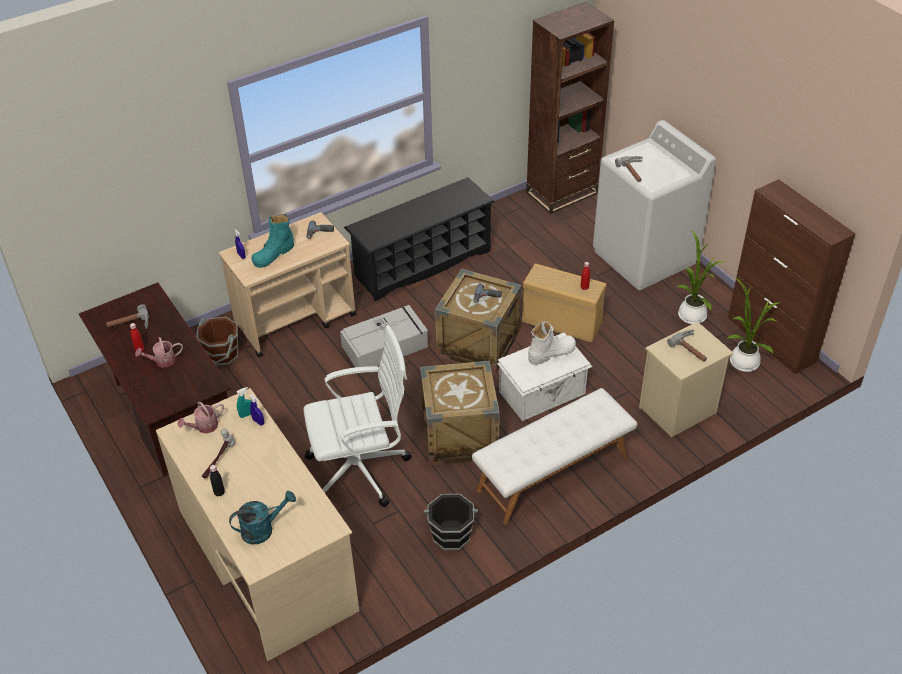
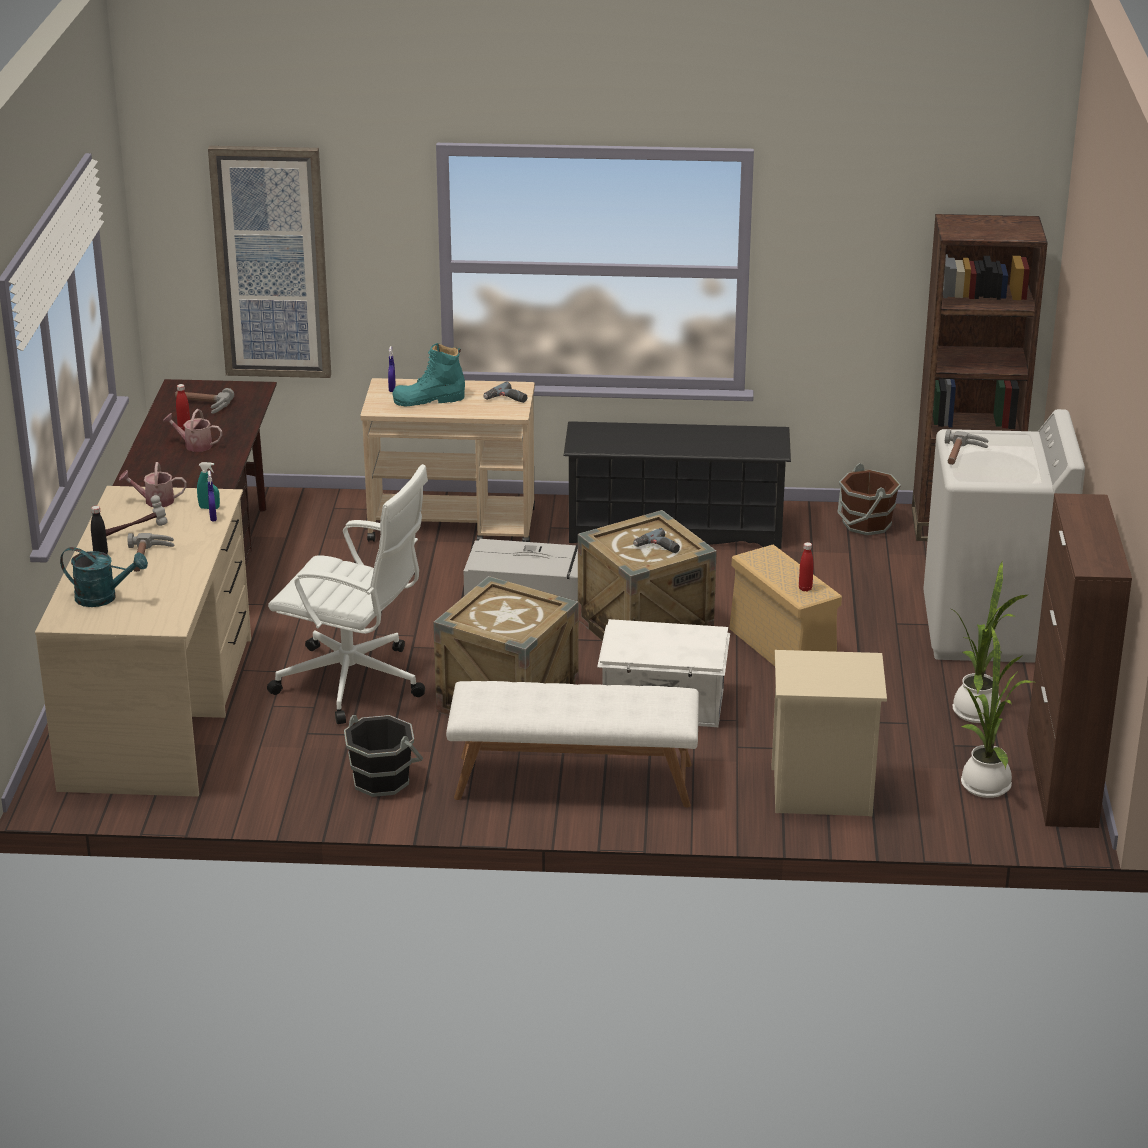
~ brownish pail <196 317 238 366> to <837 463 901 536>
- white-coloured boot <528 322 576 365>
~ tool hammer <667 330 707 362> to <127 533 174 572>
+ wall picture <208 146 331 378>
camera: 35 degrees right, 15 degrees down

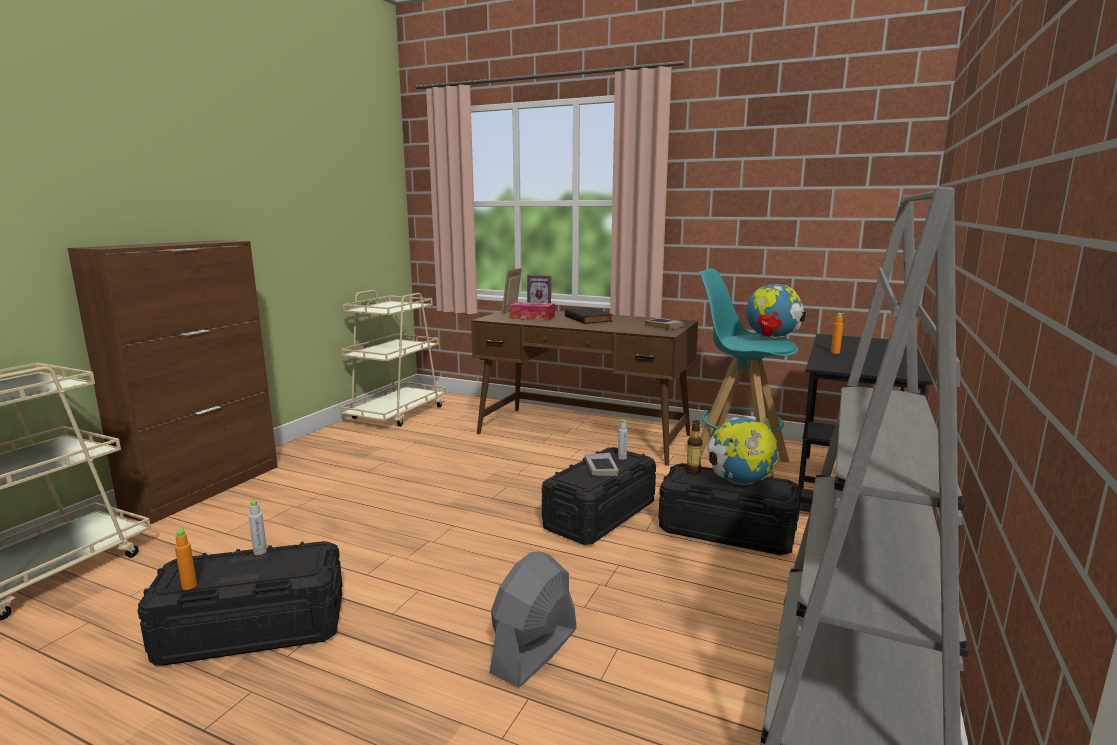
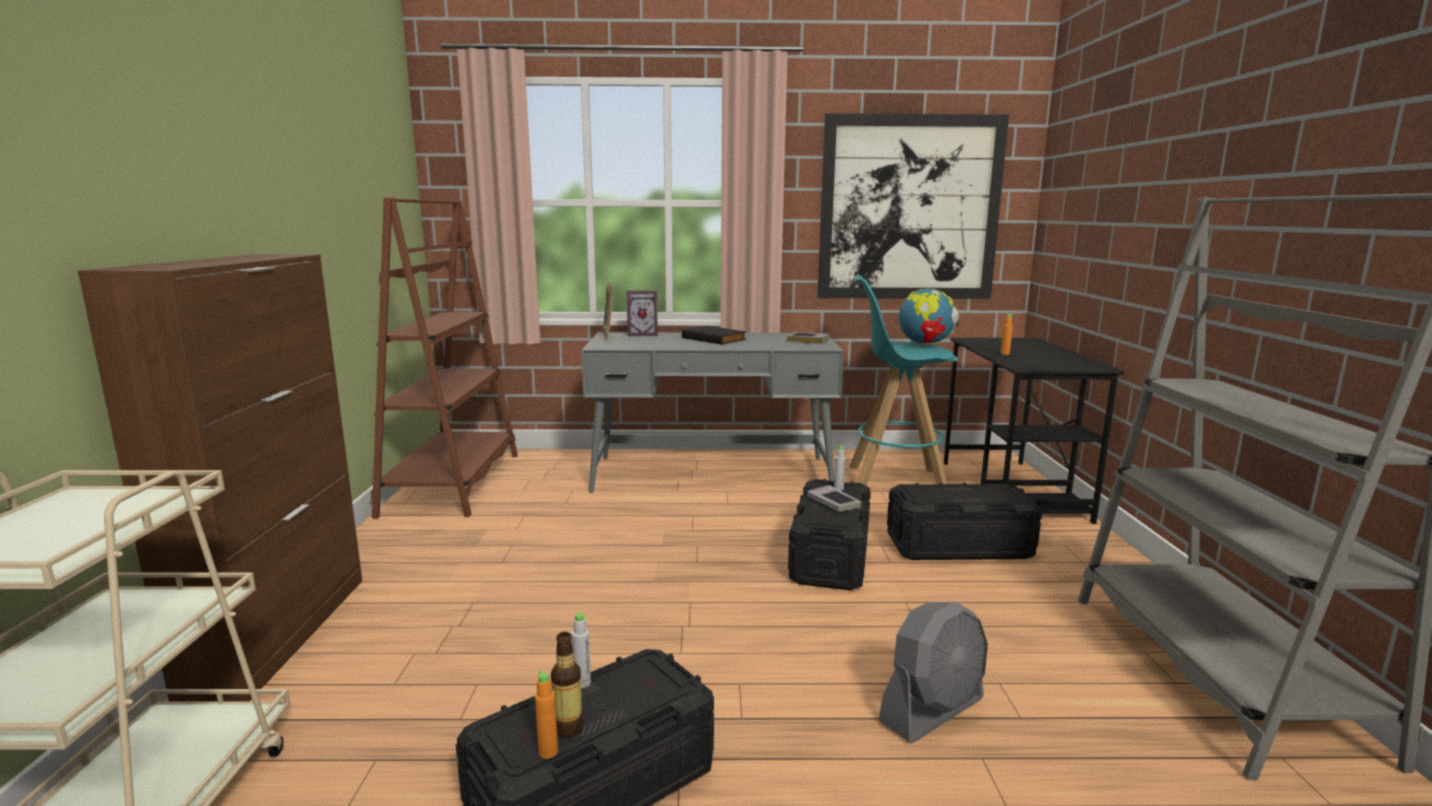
~ beige-coloured trolley <340 290 446 427> to brownish shelving unit <371 197 518 519>
- box of tissues <510 302 555 321>
~ brownish desk unit <471 311 698 466> to gray desk unit <581 332 844 493>
- globe <708 417 779 485>
~ bottle <686 420 703 474> to <551 632 584 737>
~ gray fan <489 551 577 687> = <878 602 988 744> 135 degrees counterclockwise
+ wall picture <818 113 1009 299>
camera: 25 degrees left, 0 degrees up

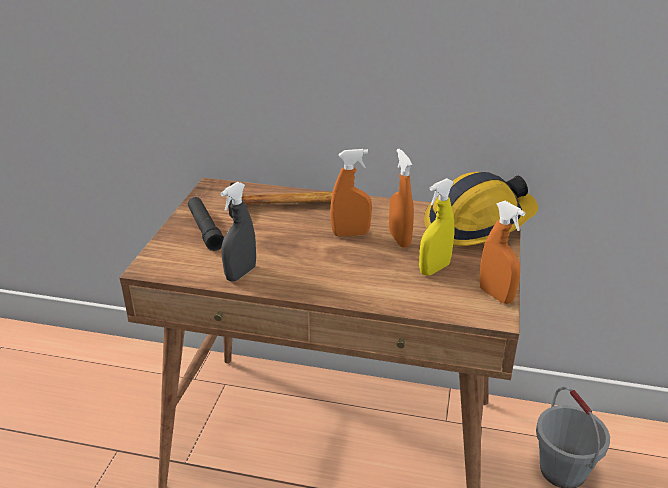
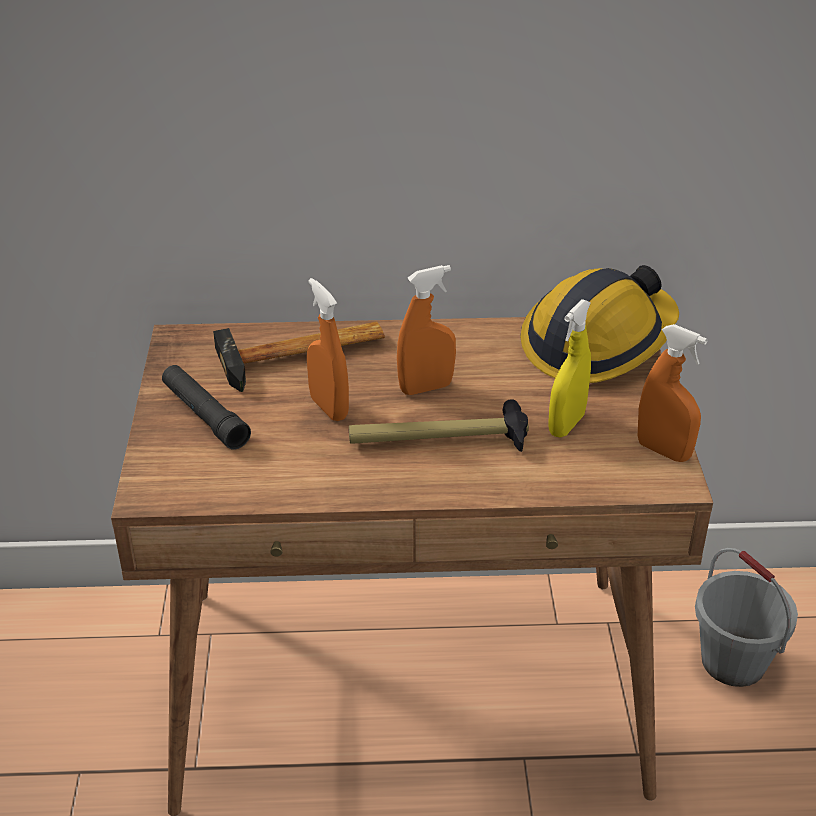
~ orange spray bottle <389 149 414 248> to <307 278 349 421>
- gray spray bottle <220 182 256 282>
+ tool hammer <349 399 529 452>
camera: 15 degrees left, 5 degrees up

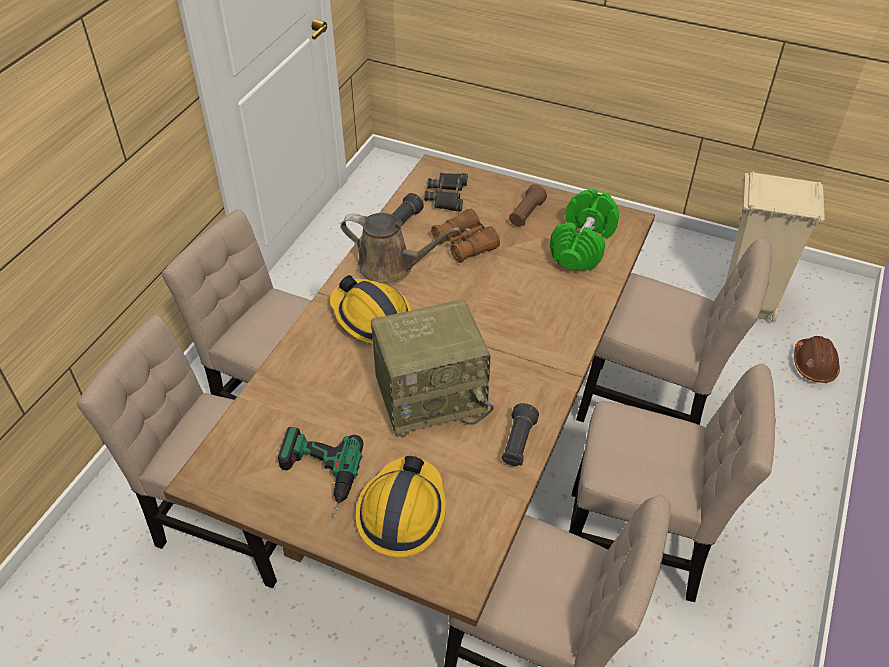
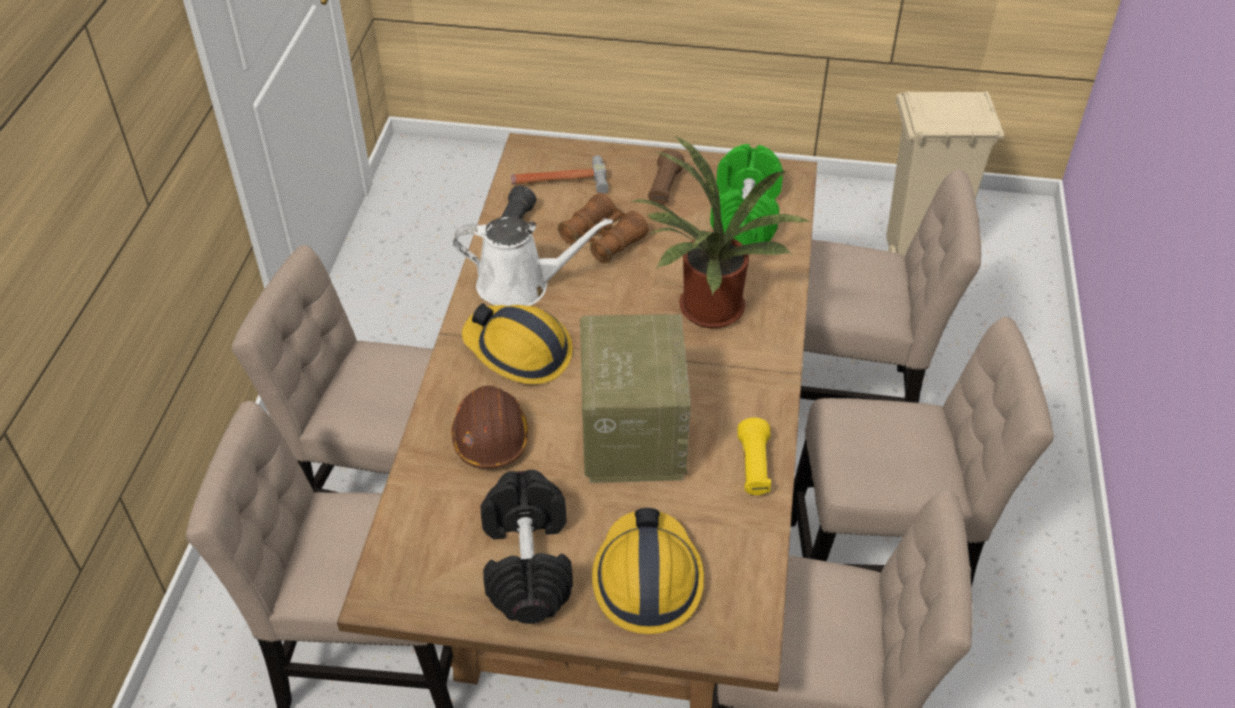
~ blackish binoculars <424 173 468 212> to tool hammer <511 155 609 194>
~ brownish sprinkling can <341 213 460 285> to white-coloured sprinkling can <453 217 613 306>
~ radio <371 299 494 438> = <580 314 690 483> 60 degrees counterclockwise
~ brownish hard hat <794 336 840 383> to <451 386 528 469>
~ blackish flashlight <502 403 539 466> to yellow flashlight <737 417 771 495>
~ drill <278 427 364 518> to blackish hand weight <481 469 573 624>
+ houseplant <632 136 810 328>
camera: 15 degrees left, 0 degrees up

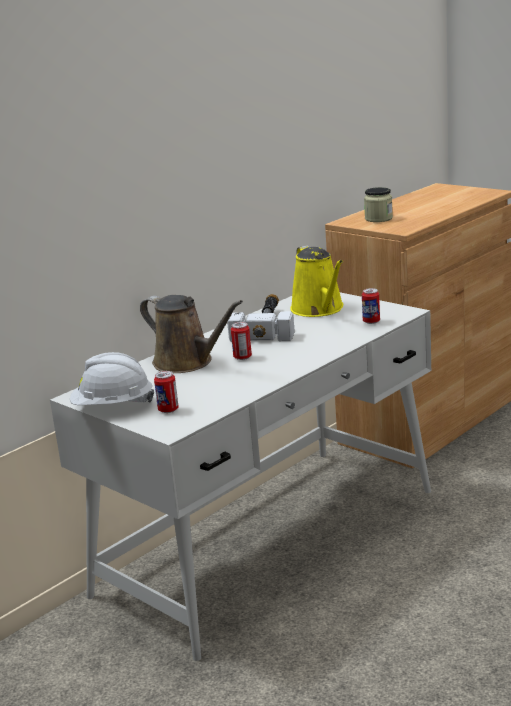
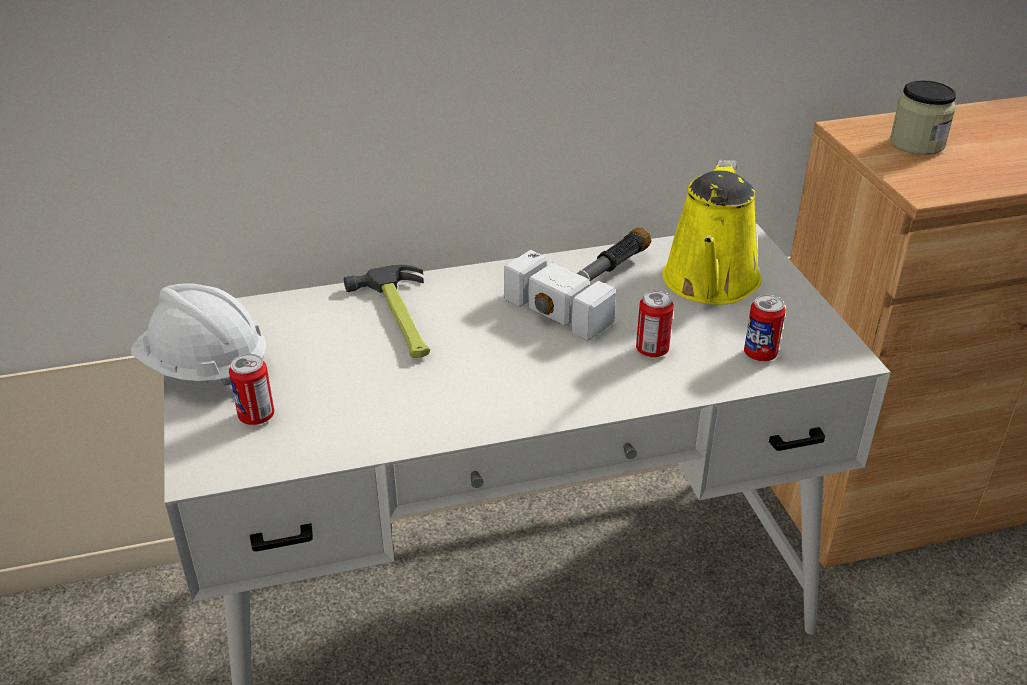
~ brownish sprinkling can <140 295 243 373> to tool hammer <344 265 430 358>
~ metal can <231 322 252 360> to <636 291 674 357>
camera: 30 degrees right, 15 degrees up

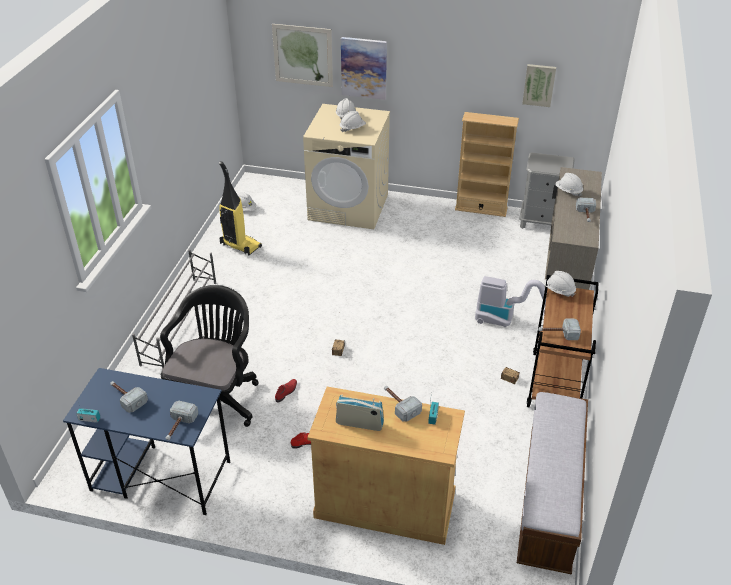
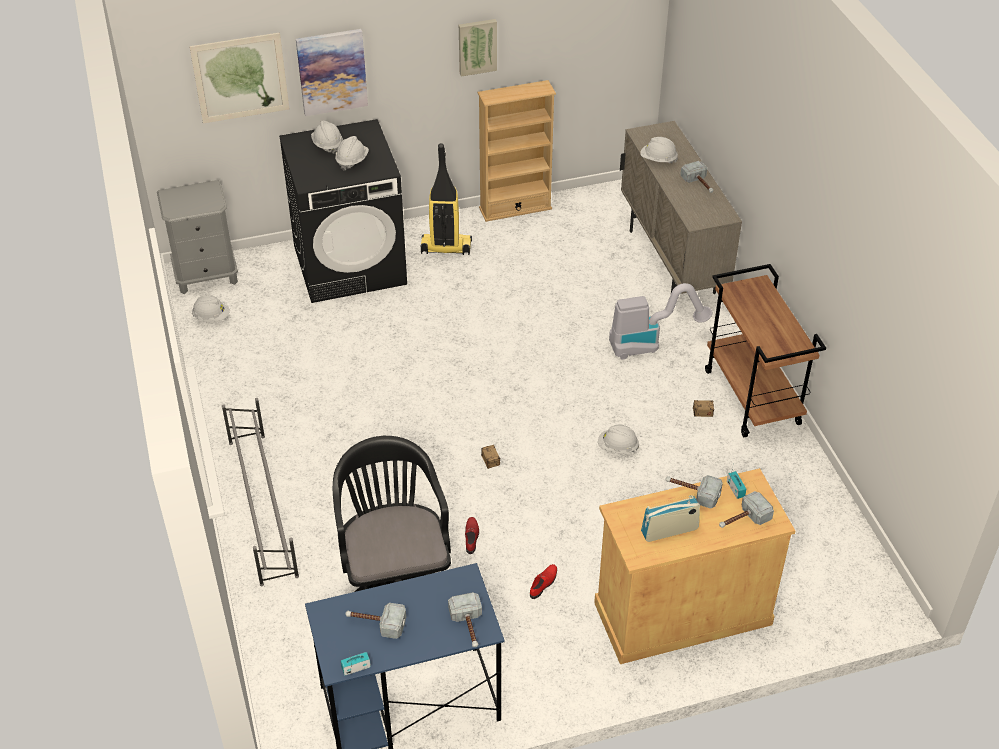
~ wall picture <522 64 556 107> to <459 19 497 77>
~ beige-coloured laundry machine <303 104 390 229> to blackish laundry machine <279 119 407 303>
~ gray bedside table <519 152 575 229> to <157 180 238 294>
~ vacuum <219 161 262 256> to <421 143 472 255>
~ white-coloured hard hat <543 271 576 297> to <598 424 639 454>
~ tool hammer <538 319 581 340> to <719 491 774 528>
- long seat <517 391 588 575>
camera: 30 degrees left, 5 degrees up

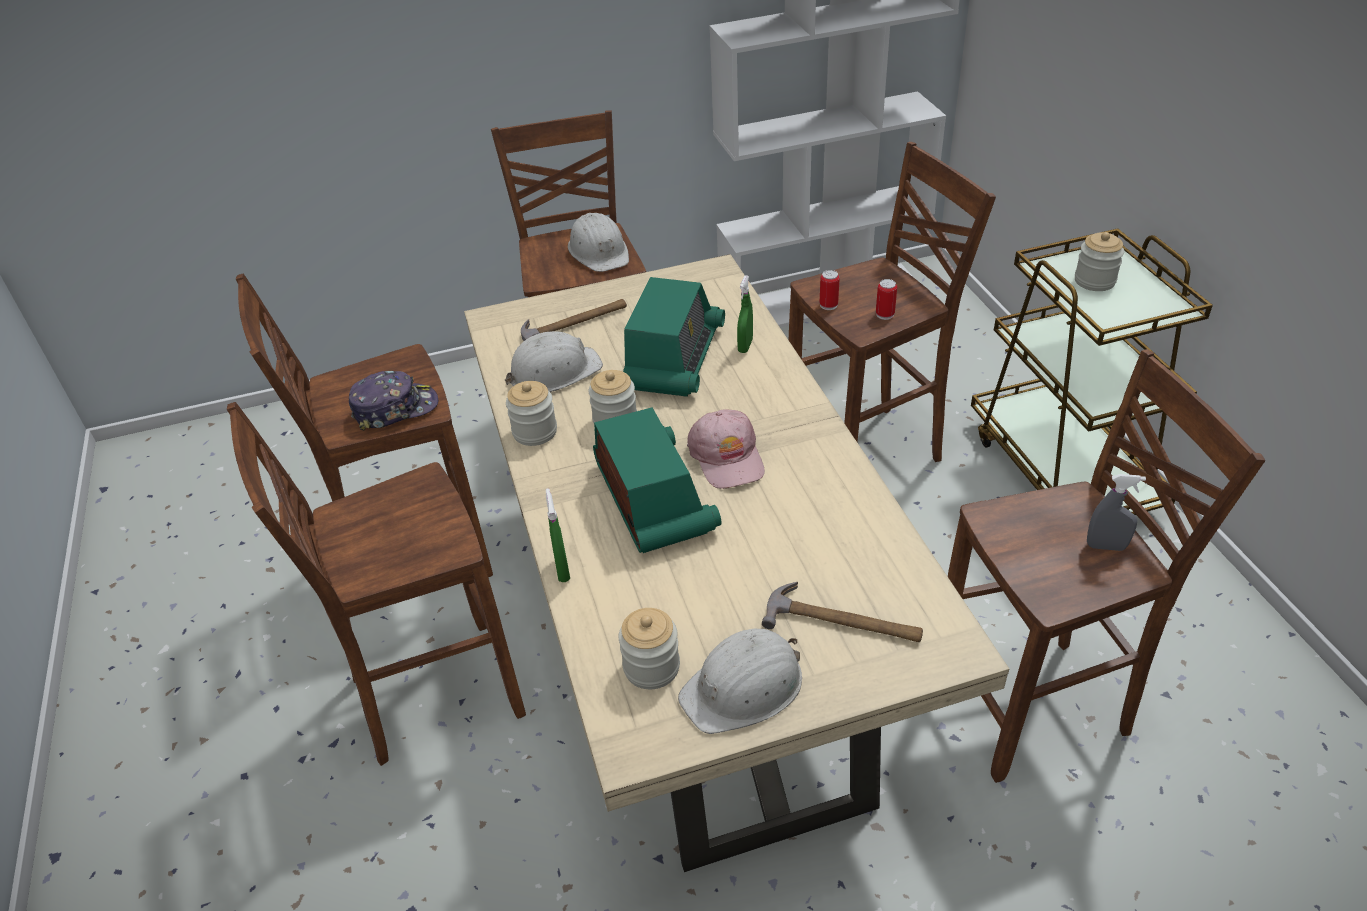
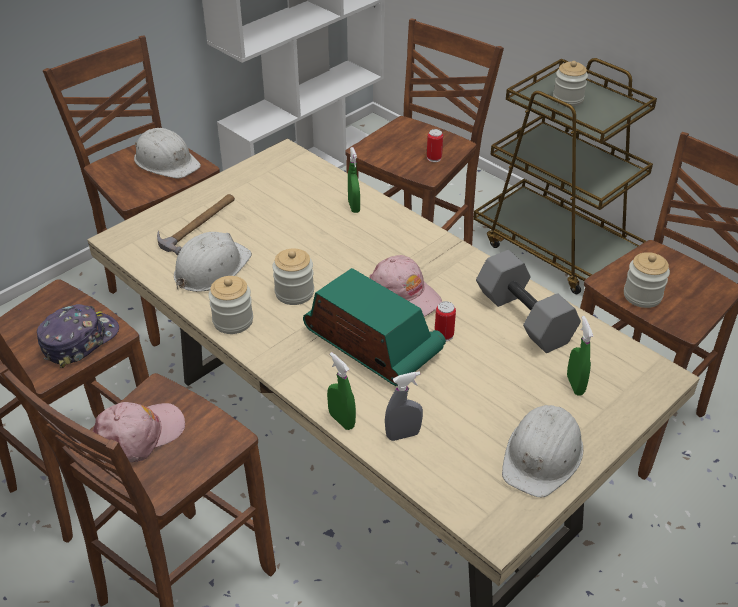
~ metal can <820 270 840 310> to <435 301 456 342>
- radio <623 277 725 397>
~ gray spray bottle <1087 474 1146 551> to <385 371 423 441>
~ tool hammer <762 582 923 642> to green-coloured spray bottle <567 316 593 396>
~ preserve jar <619 608 680 689> to <624 252 670 308>
+ gray hand weight <476 250 581 353>
+ pink cap <93 402 185 463>
camera: 30 degrees left, 0 degrees up

